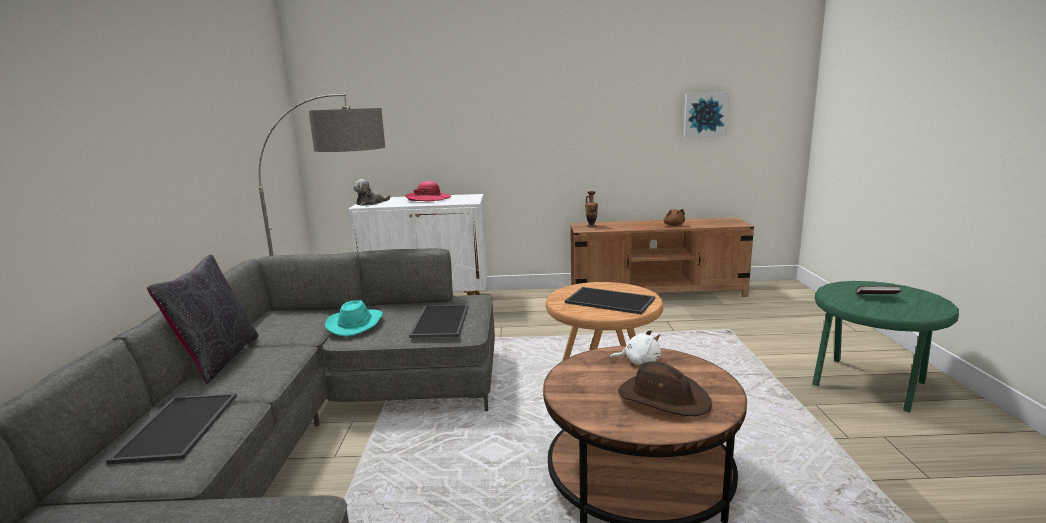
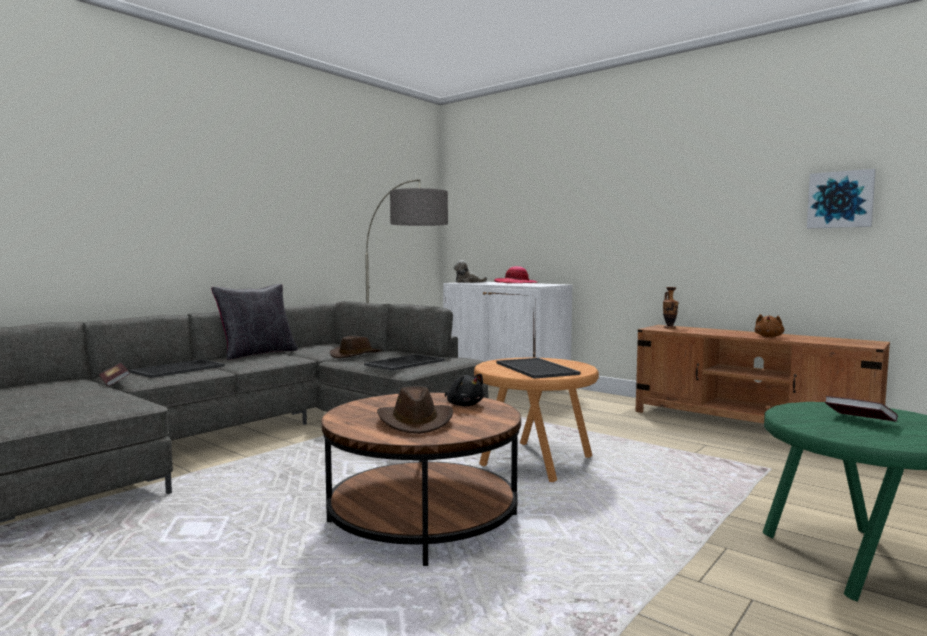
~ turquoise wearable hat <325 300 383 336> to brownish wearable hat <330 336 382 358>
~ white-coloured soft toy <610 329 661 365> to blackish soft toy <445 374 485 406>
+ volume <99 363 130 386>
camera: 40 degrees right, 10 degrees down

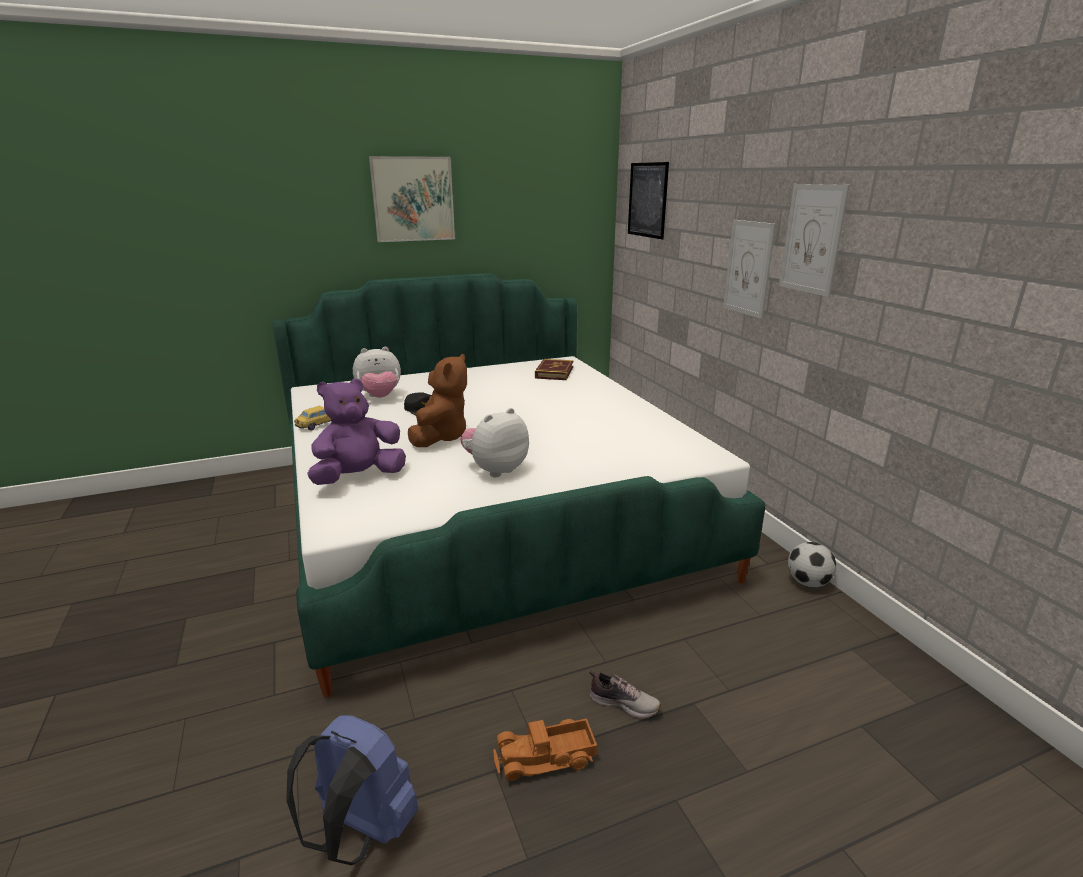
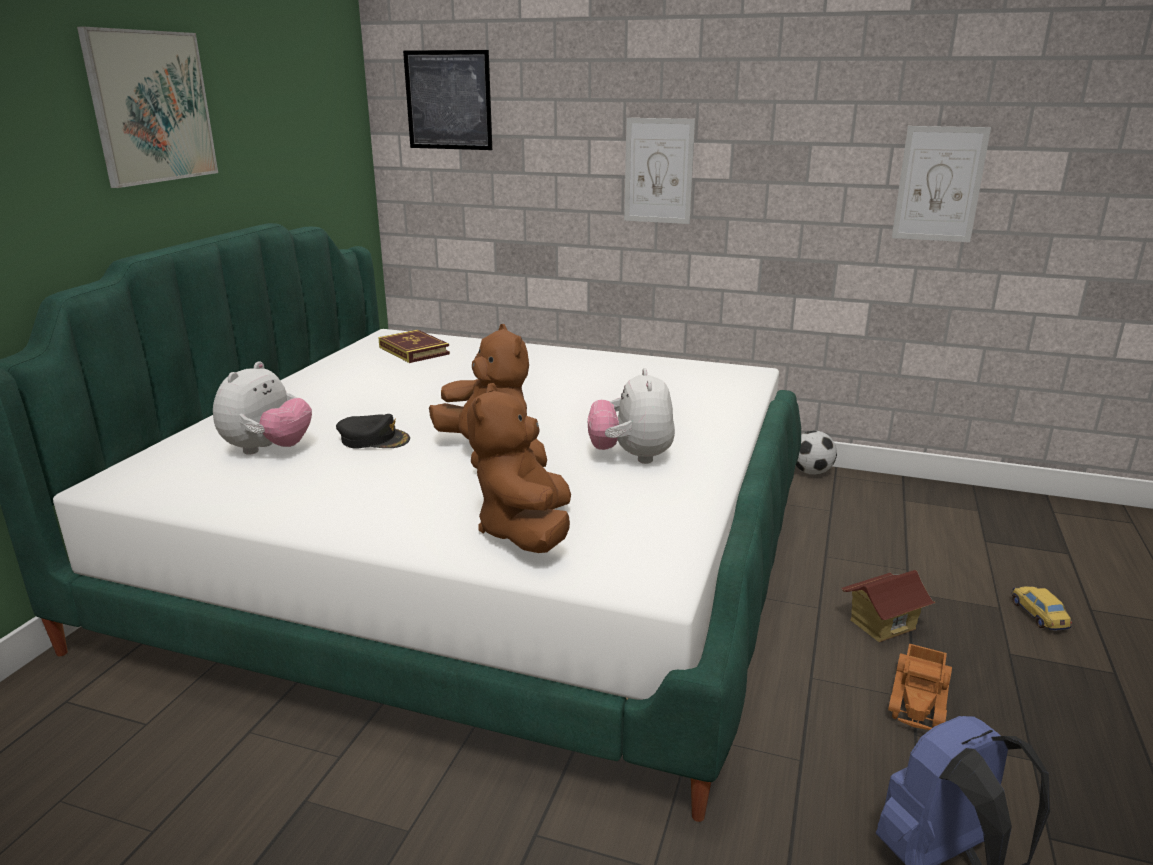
~ wall picture <779 184 850 297> to <892 126 991 242>
~ purple soft toy <307 378 406 485> to brownish soft toy <467 383 571 553>
~ miniature car <294 406 332 430> to <1011 586 1072 631>
~ item of footwear <589 670 661 718> to toy house <841 570 936 642>
camera: 50 degrees left, 0 degrees up

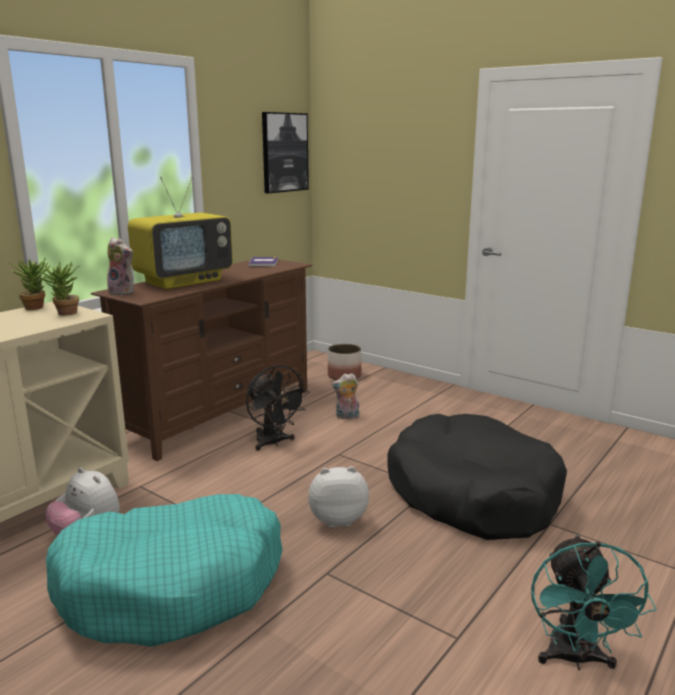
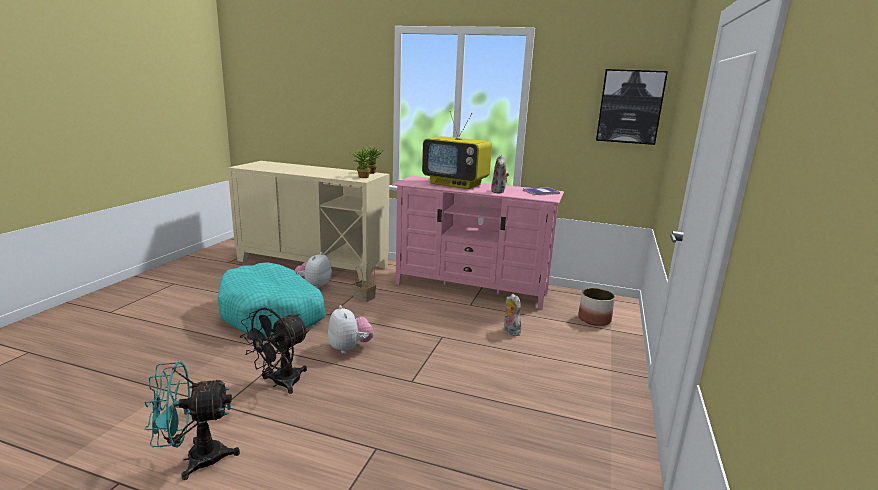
~ soft toy <107 237 134 295> to <491 154 509 194>
~ brownish tv unit <91 259 313 461> to pink tv unit <392 176 564 309>
~ blackish fan <246 365 310 451> to <240 308 309 394>
- blackish pet bed <387 414 567 540>
+ storage basket <352 261 376 302>
camera: 70 degrees right, 0 degrees up

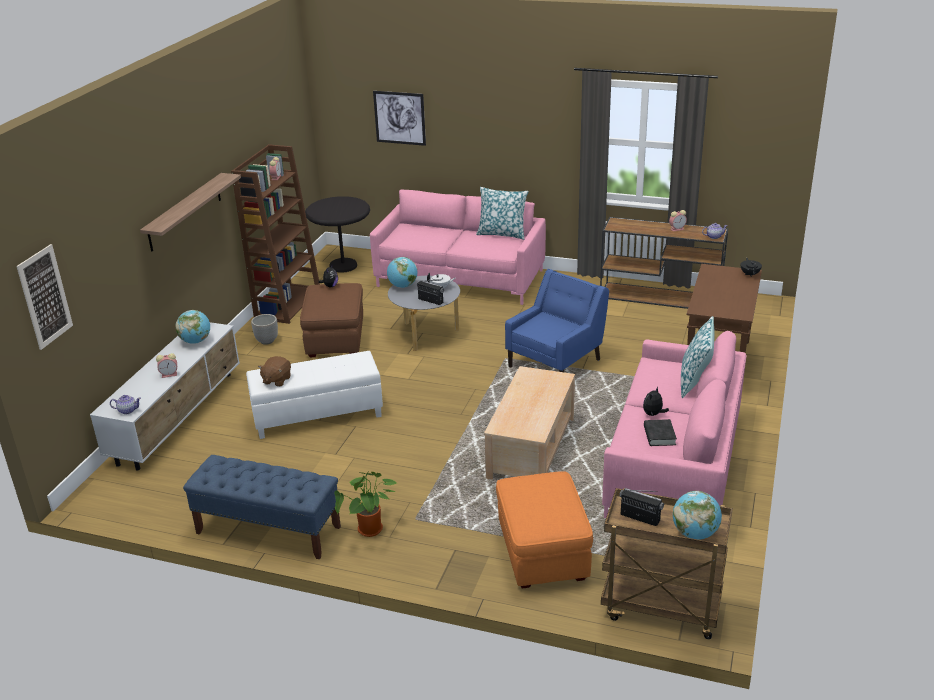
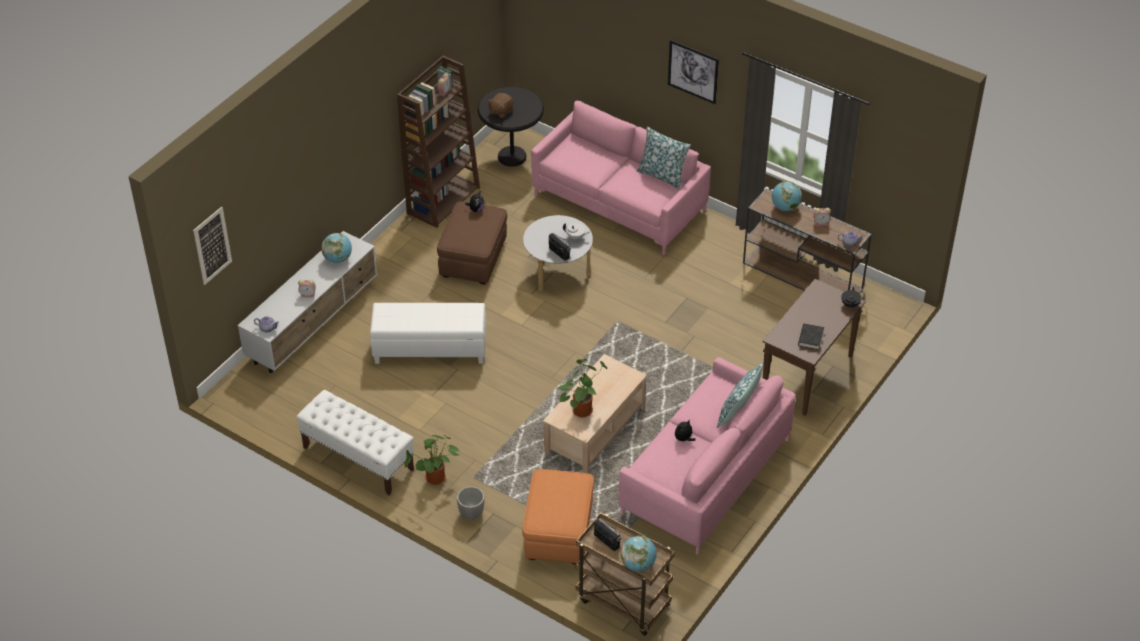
~ wall picture <373 91 426 146> to <668 40 719 104>
- shelf <140 173 241 252>
~ globe <387 257 417 288> to <772 181 802 211>
- blue armchair <505 269 609 372>
~ plant pot <251 314 278 345> to <457 486 484 519>
~ brownish soft toy <258 356 291 387> to <488 93 514 118>
~ blackish volume <644 419 677 446> to <798 323 824 350>
~ blue long seat <183 455 341 560> to white-coloured long seat <296 390 414 495>
+ houseplant <557 359 607 418>
camera: 15 degrees right, 15 degrees up

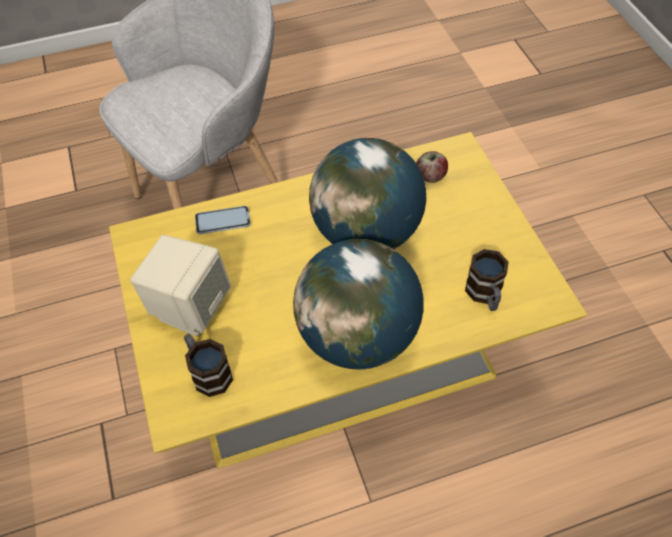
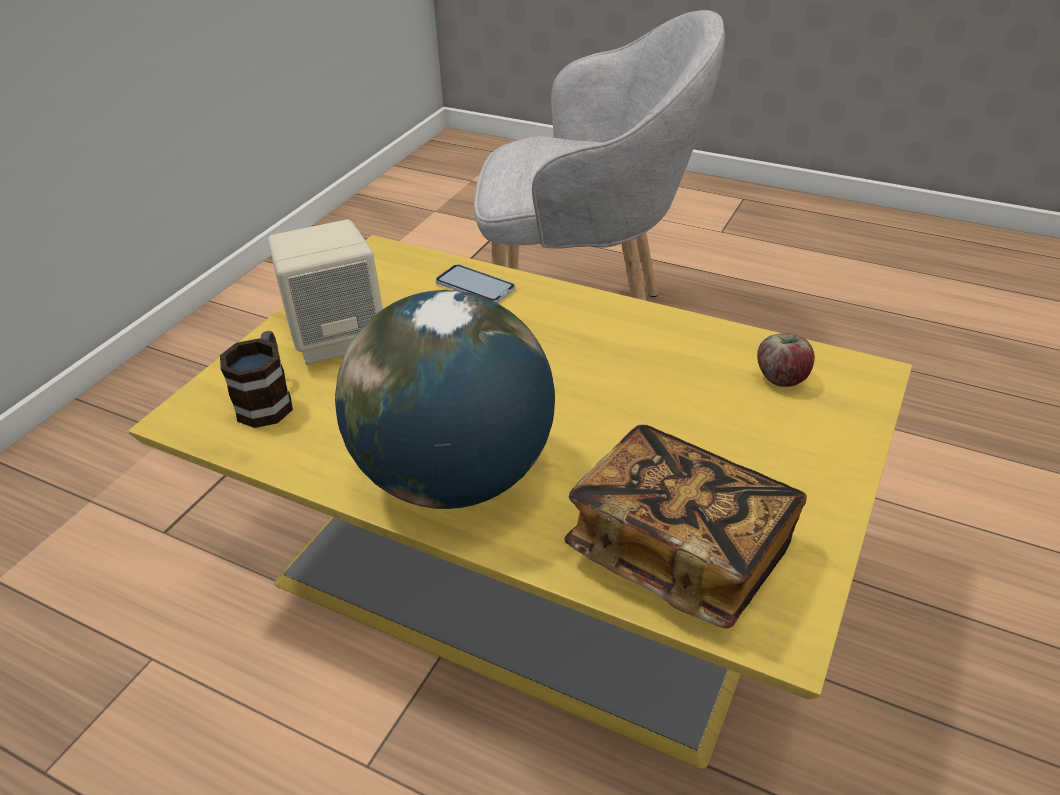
- globe <309 138 426 249>
~ mug <465 249 509 311> to volume <564 425 807 628>
camera: 45 degrees right, 15 degrees down

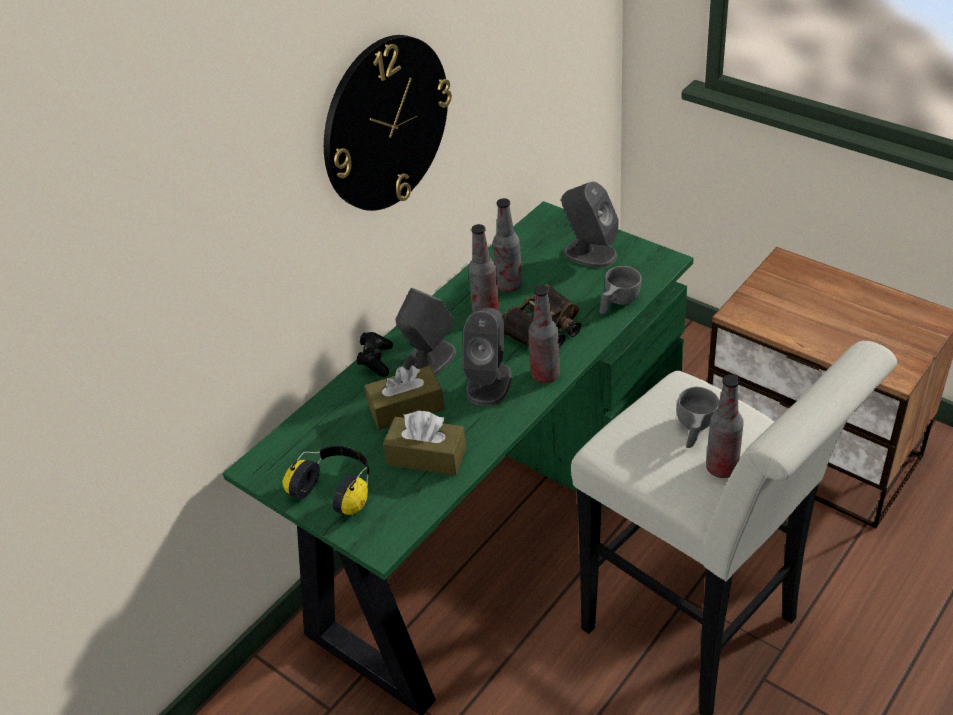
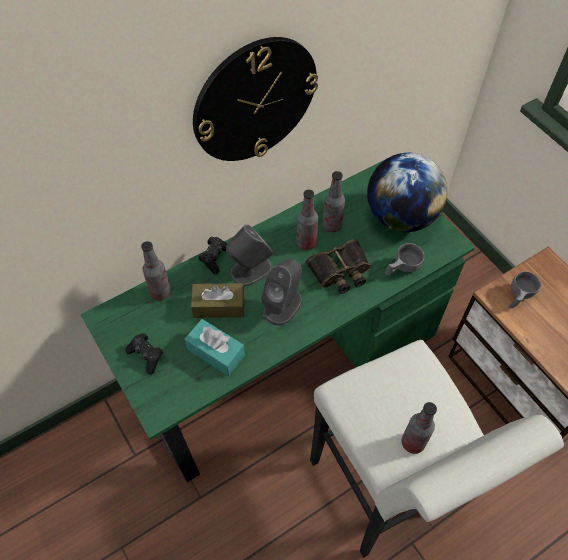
~ gray audio speaker <561 181 619 268> to globe <367 153 447 232>
~ bottle <529 285 560 383> to <141 241 171 301>
~ gray small cup <677 387 719 448> to <509 271 541 308>
~ brownish box of tissues <383 411 466 476> to turquoise box of tissues <185 319 245 376>
~ pair of headphones <282 446 369 515> to blackish joypad <126 333 163 374>
camera: 15 degrees right, 15 degrees up

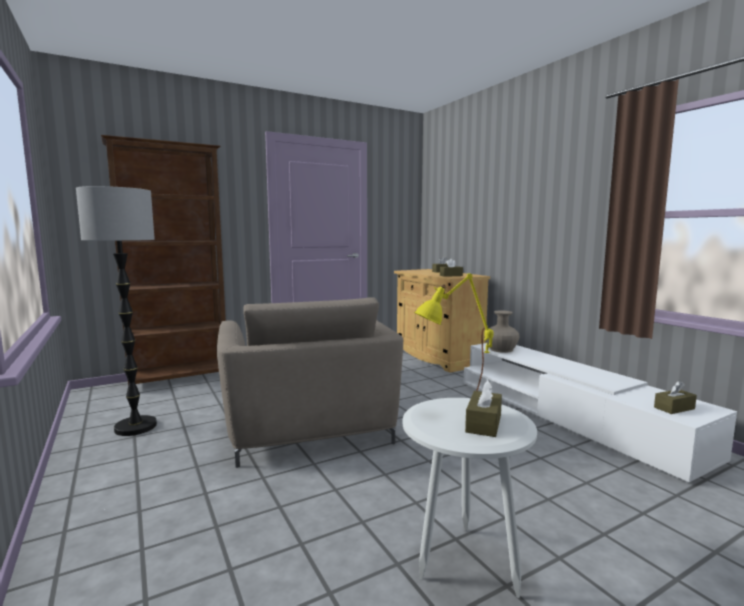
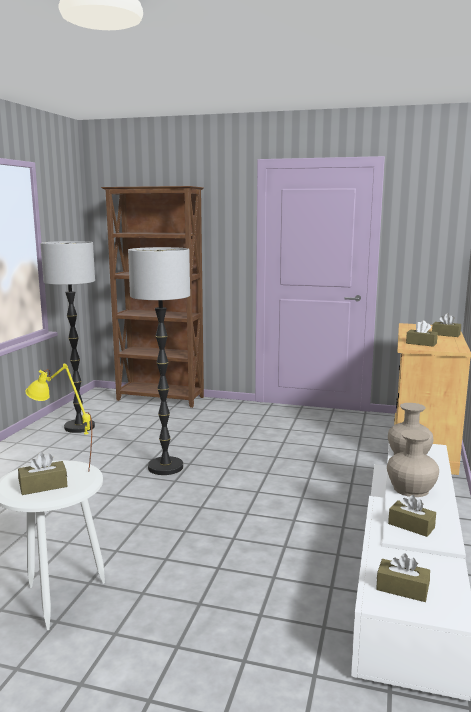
~ beige-coloured armchair <217 298 403 468> to floor lamp <128 247 190 475>
+ beige-coloured flower vase <387 430 439 497>
+ brownish box of tissues <388 495 436 537>
camera: 45 degrees right, 5 degrees up

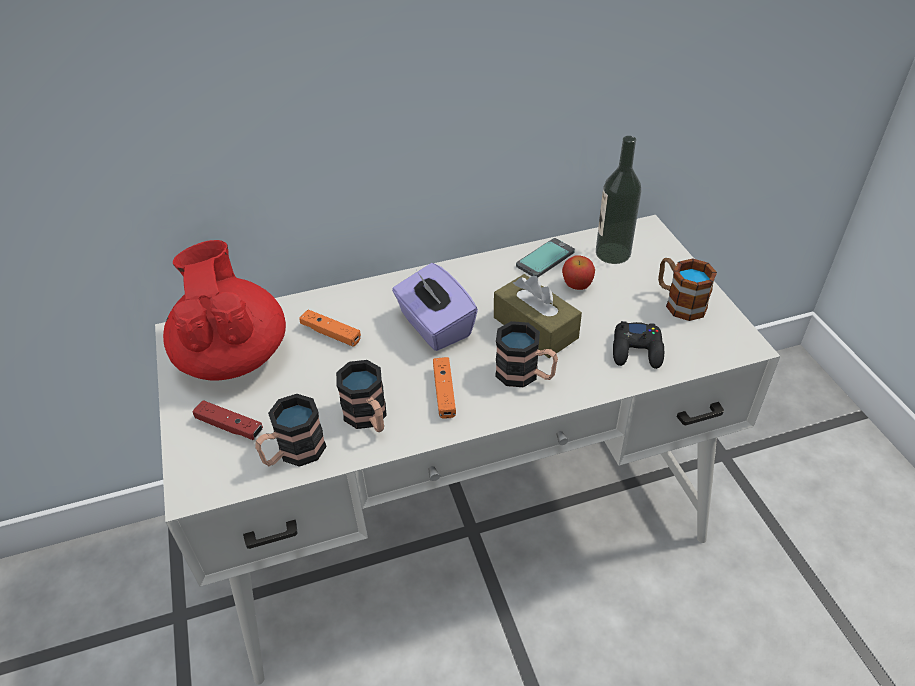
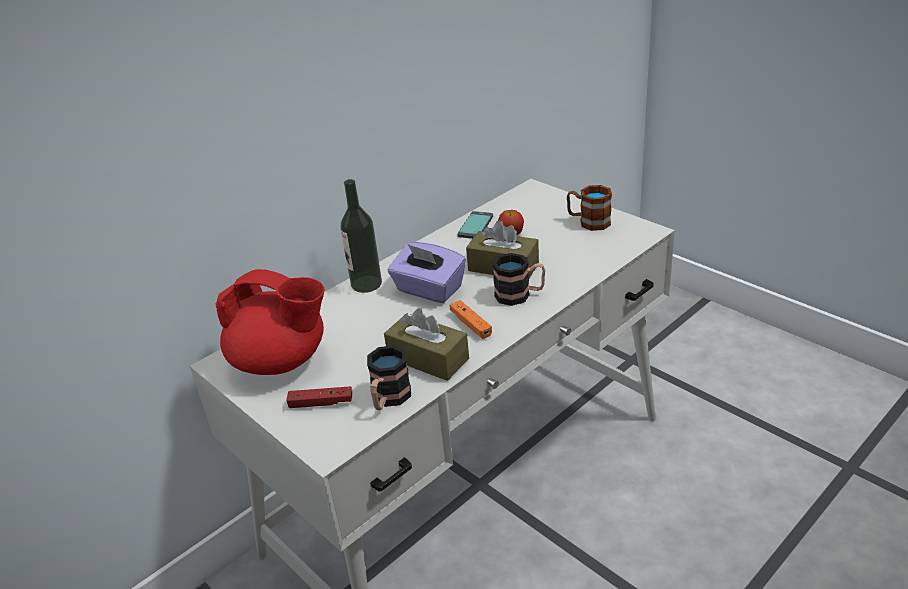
~ bottle <596 136 641 264> to <340 179 382 293>
~ reddish tea pot <163 240 286 381> = <216 269 325 375> 150 degrees clockwise
- orange joypad <299 309 361 347>
- blackish joypad <613 321 664 369>
~ mug <336 360 387 432> to brownish box of tissues <384 309 469 381>
camera: 25 degrees left, 10 degrees down

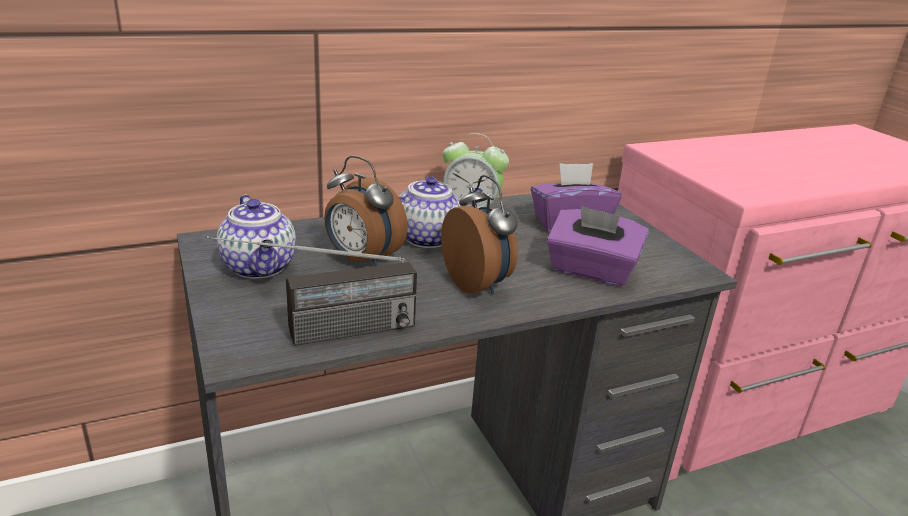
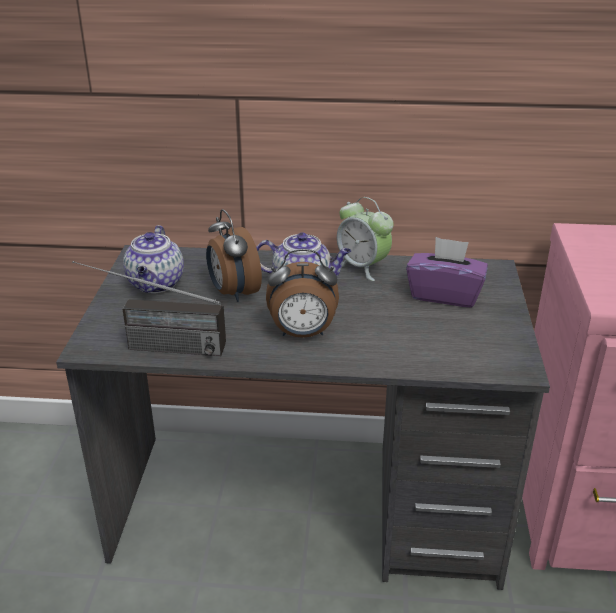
~ table clock <441 175 518 295> = <266 249 339 338> 90 degrees clockwise
- purple box of tissues <547 206 649 286>
camera: 30 degrees right, 5 degrees up

